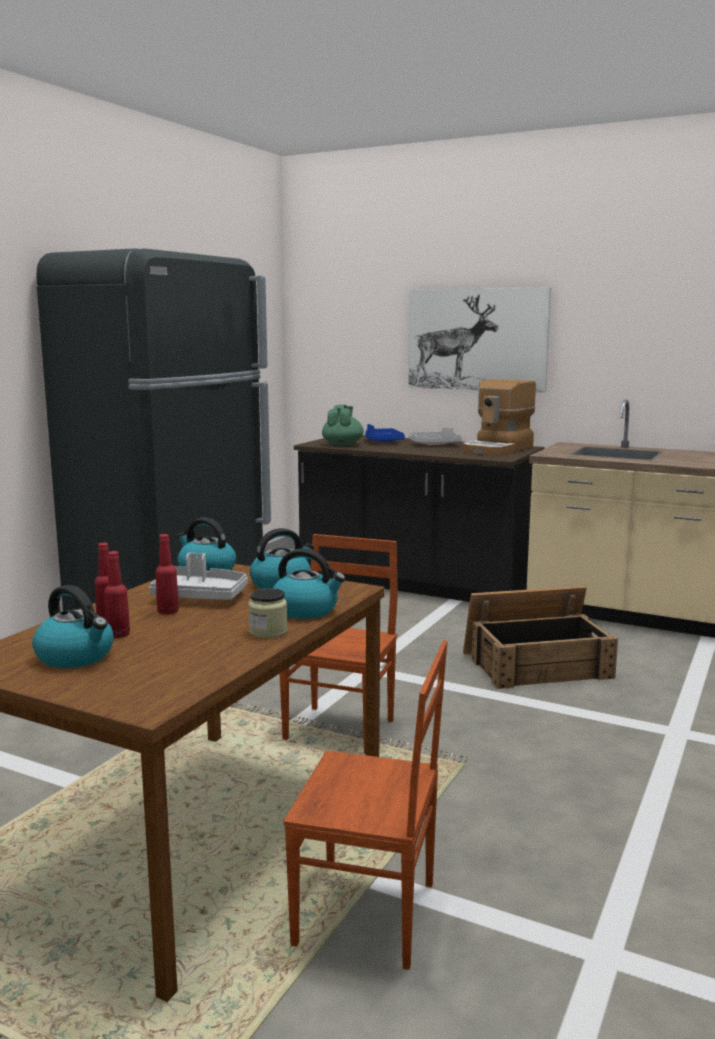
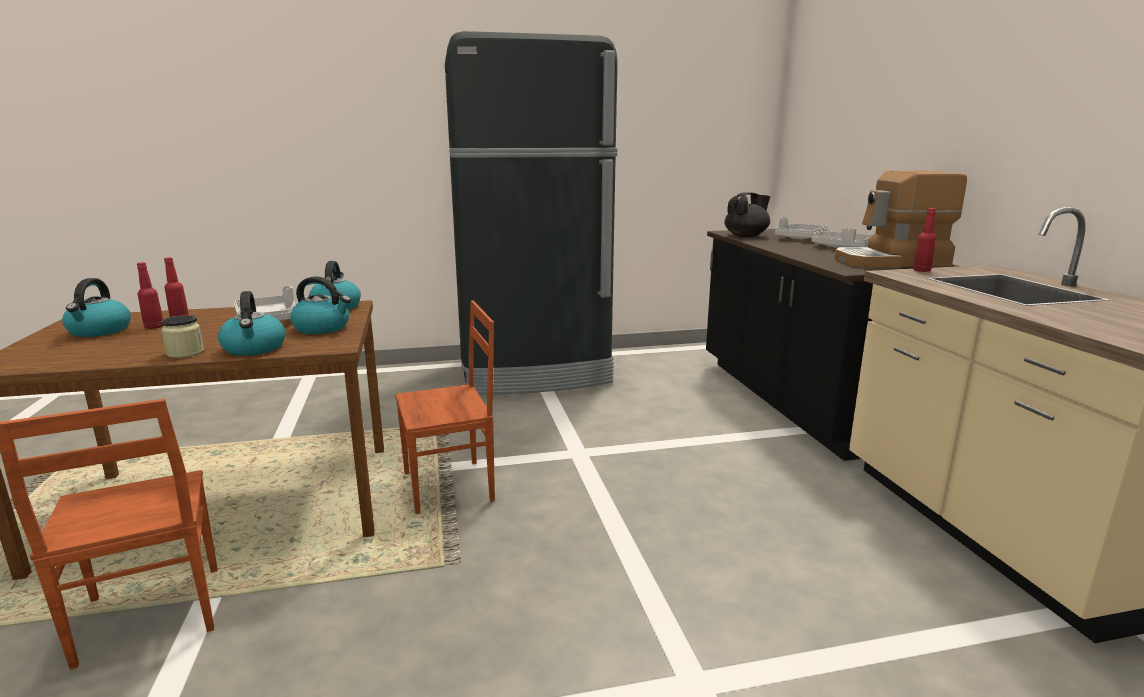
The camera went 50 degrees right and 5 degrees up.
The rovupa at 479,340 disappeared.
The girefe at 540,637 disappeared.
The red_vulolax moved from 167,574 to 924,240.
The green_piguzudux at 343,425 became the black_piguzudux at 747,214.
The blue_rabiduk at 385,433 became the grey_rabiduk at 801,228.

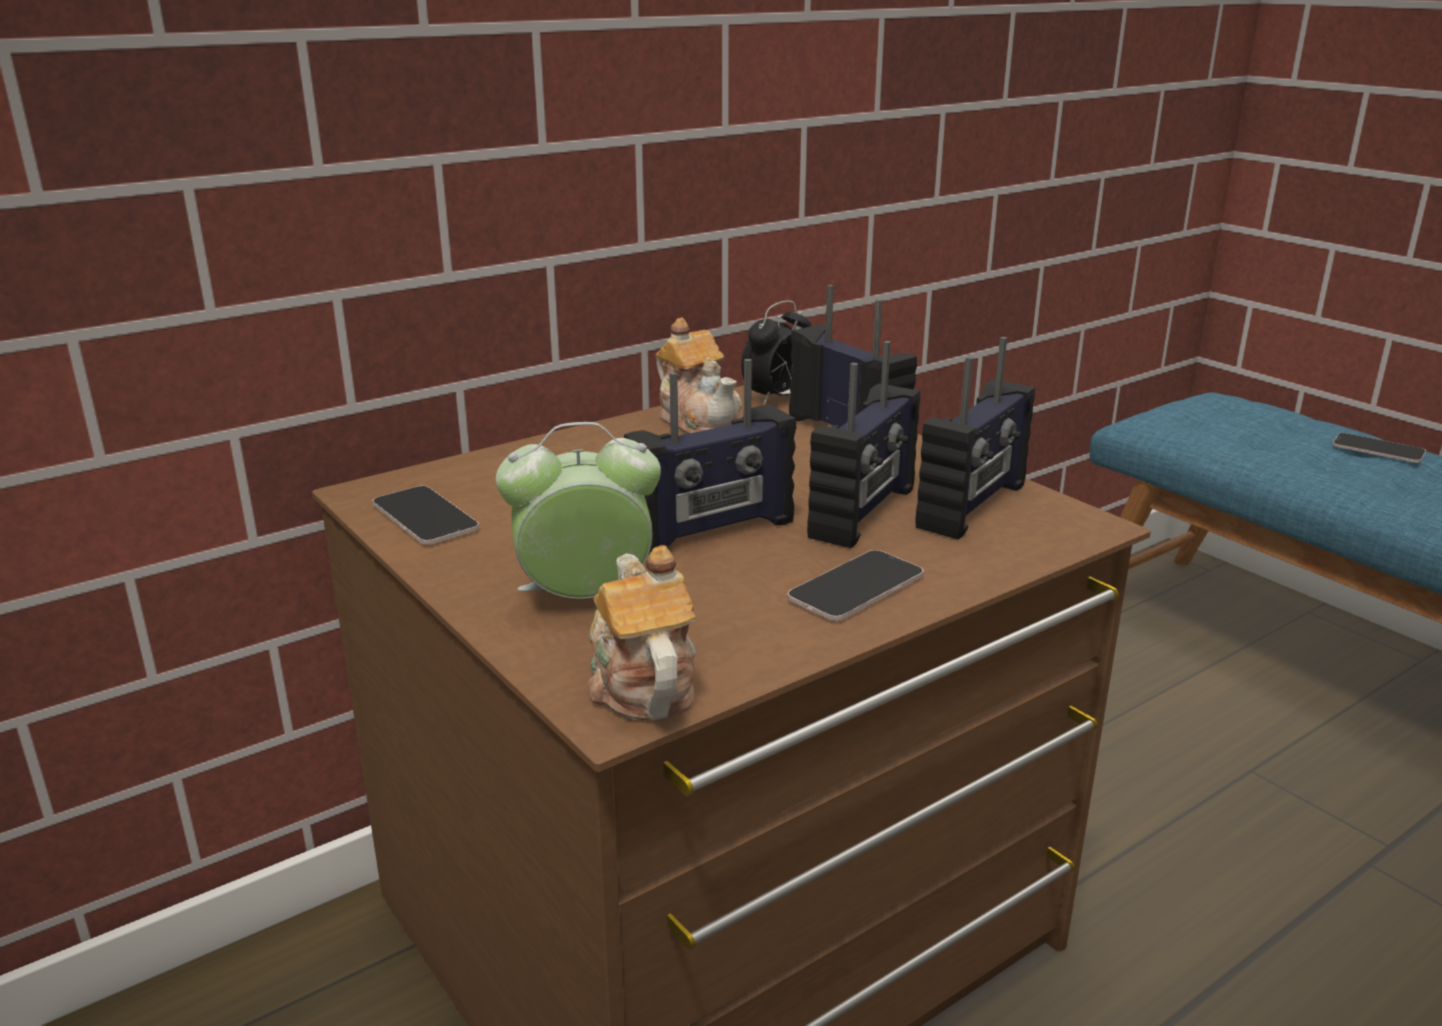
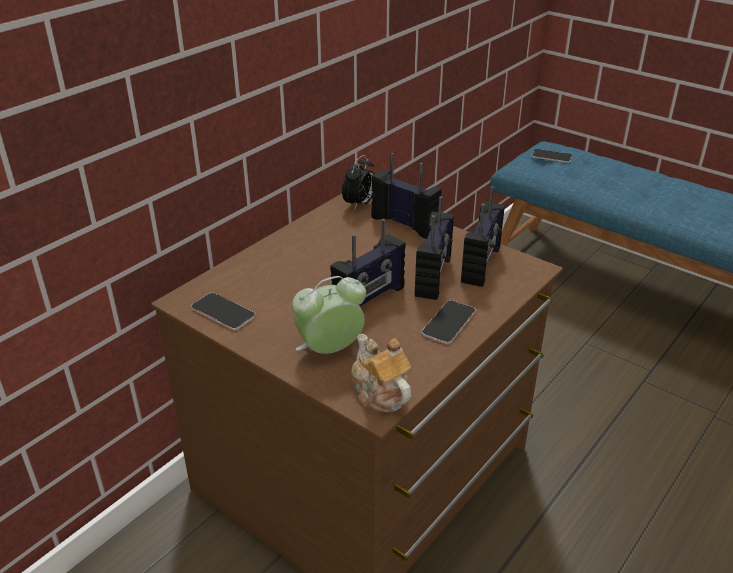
The camera went 15 degrees left and 10 degrees up.
The piguzudux at 698,375 disappeared.
The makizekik moved from 1379,448 to 551,156.

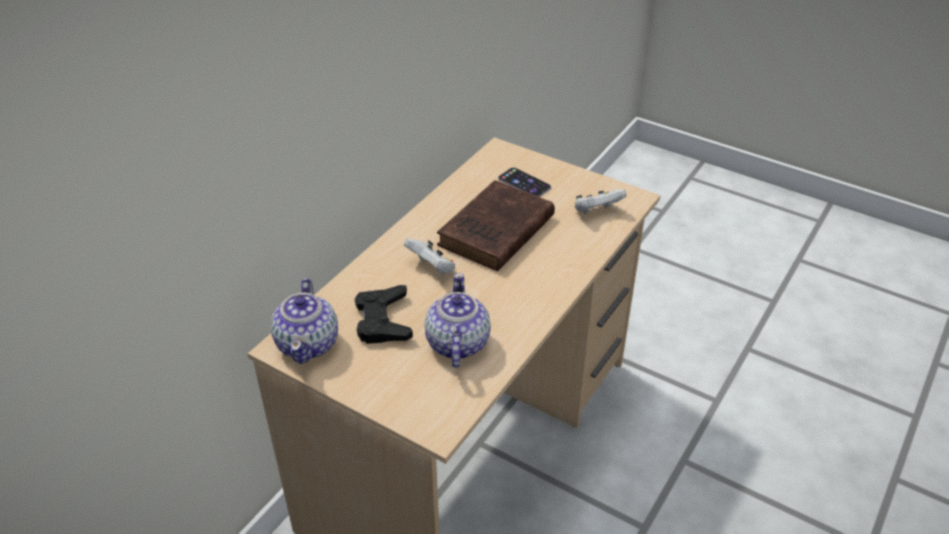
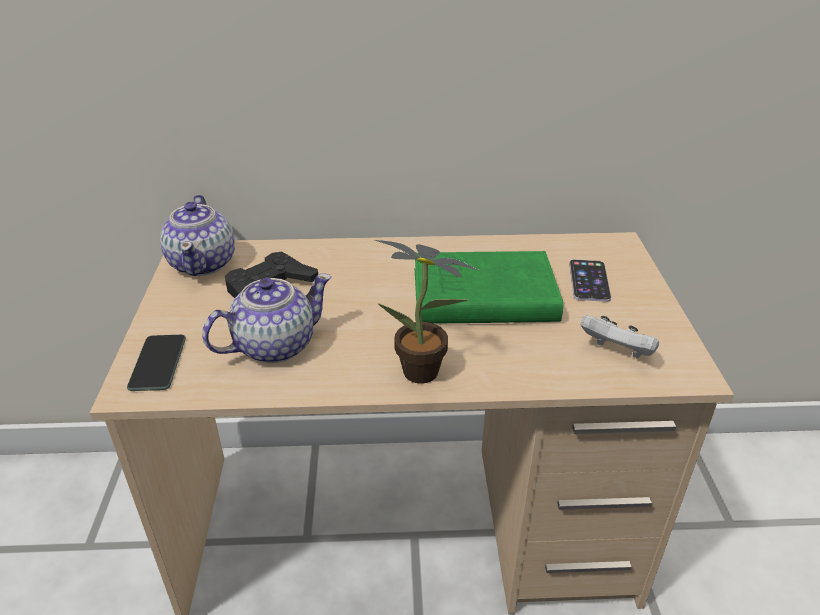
The camera went 55 degrees right and 5 degrees down.
The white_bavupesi at 429,256 disappeared.
The makizekik at 156,363 appeared.
The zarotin at 426,312 appeared.
The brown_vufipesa at 496,225 became the green_vufipesa at 489,287.
The piguzudux at 304,321 turned 60 degrees counterclockwise.

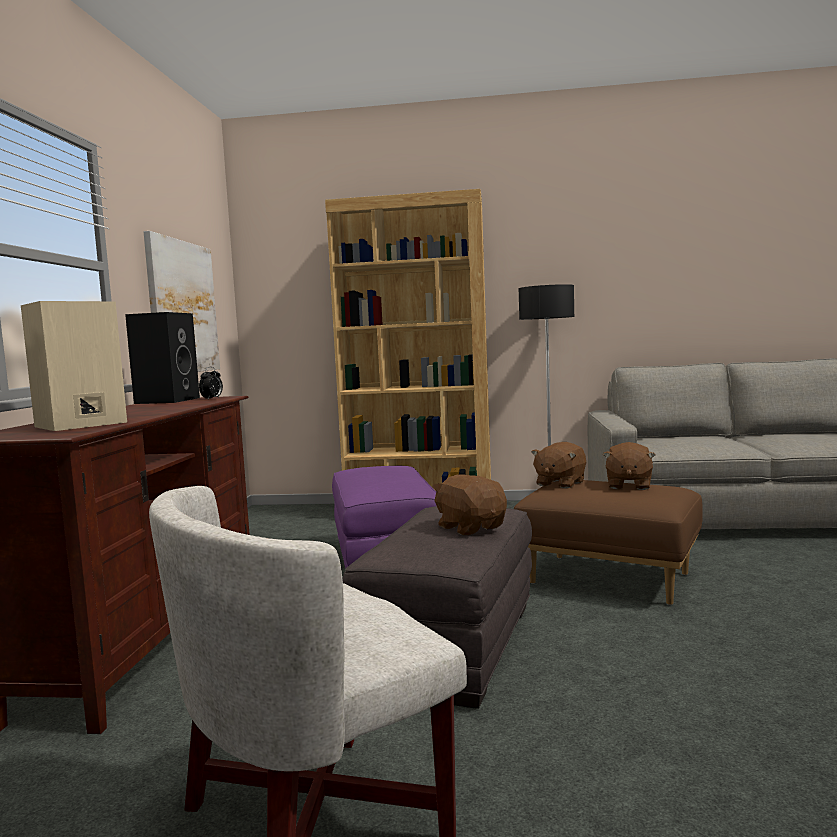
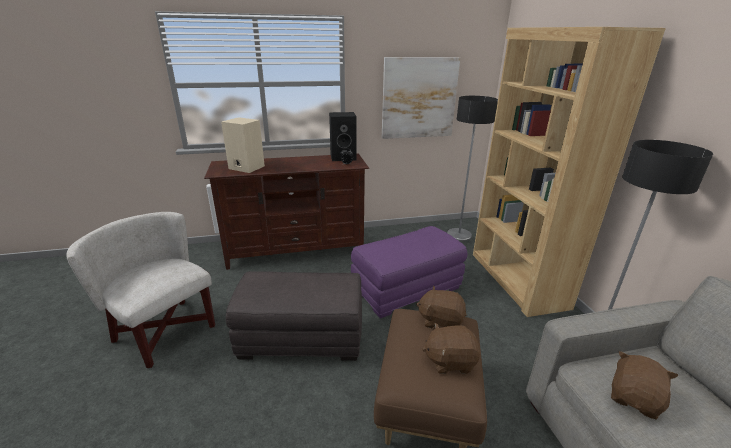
The camera went 70 degrees right and 20 degrees up.
The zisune at 472,169 appeared.
The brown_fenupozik moved from 469,504 to 644,385.

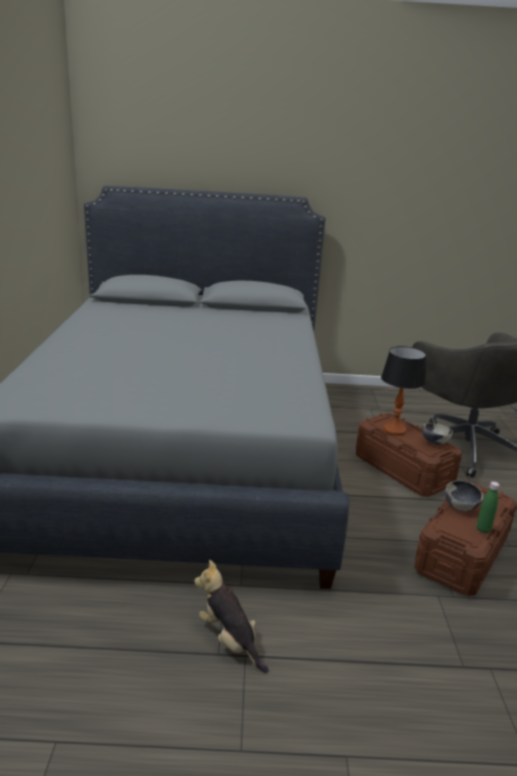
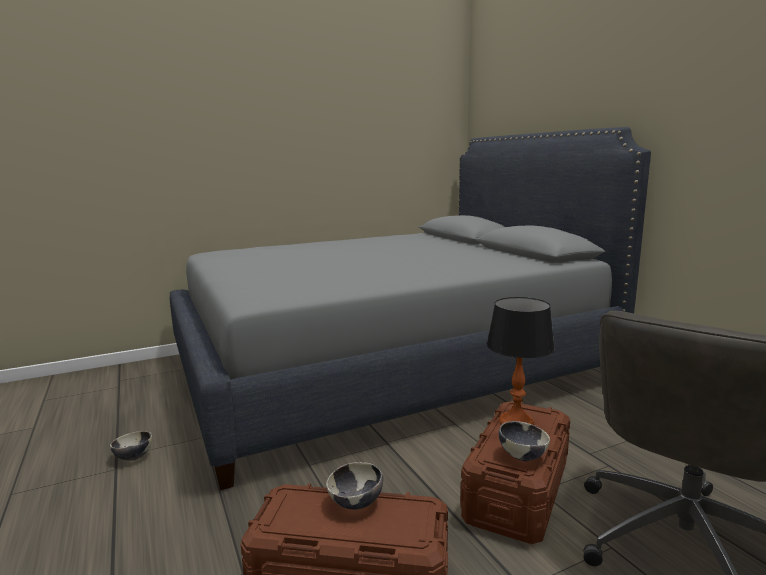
The camera went 65 degrees right and 10 degrees down.
The green_vulolax at 488,507 disappeared.
The fenupozik at 231,616 was replaced by the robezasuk at 131,446.

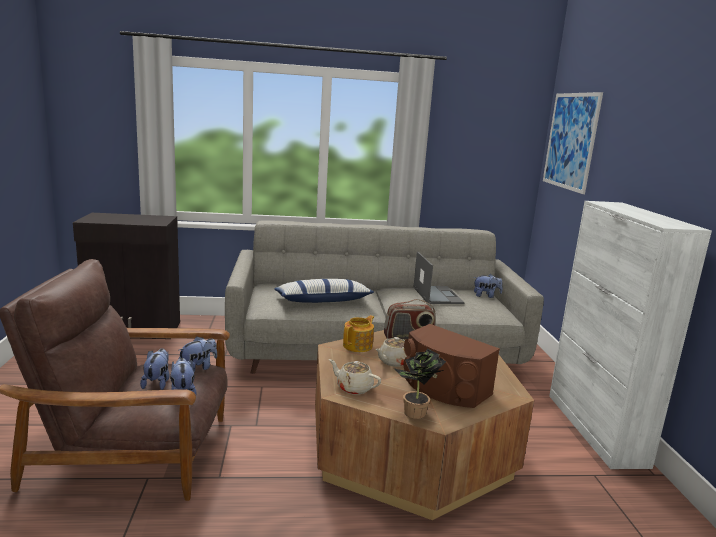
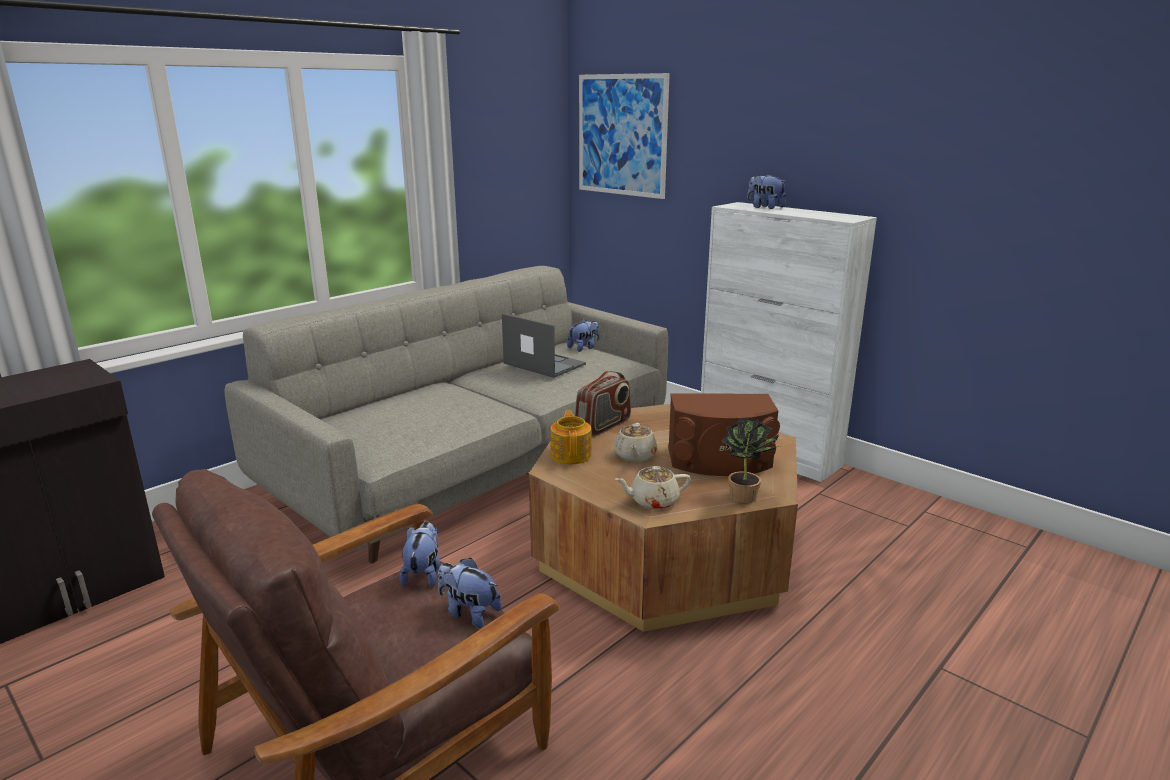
The camera went 40 degrees left and 5 degrees up.
The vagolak at 324,291 disappeared.
The fenupozik moved from 155,369 to 767,191.

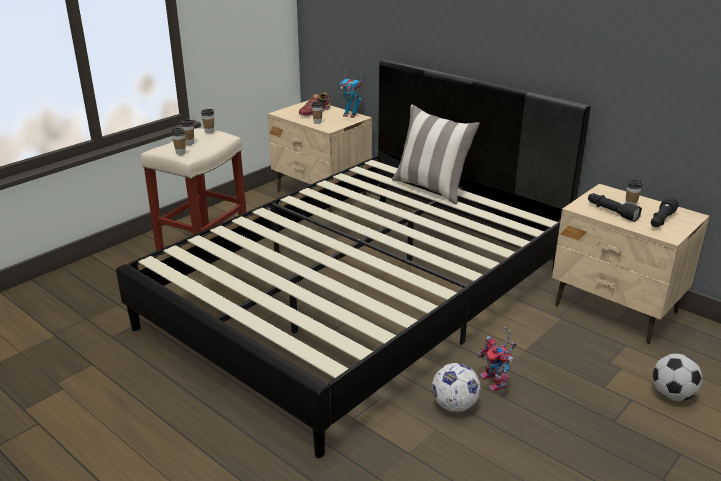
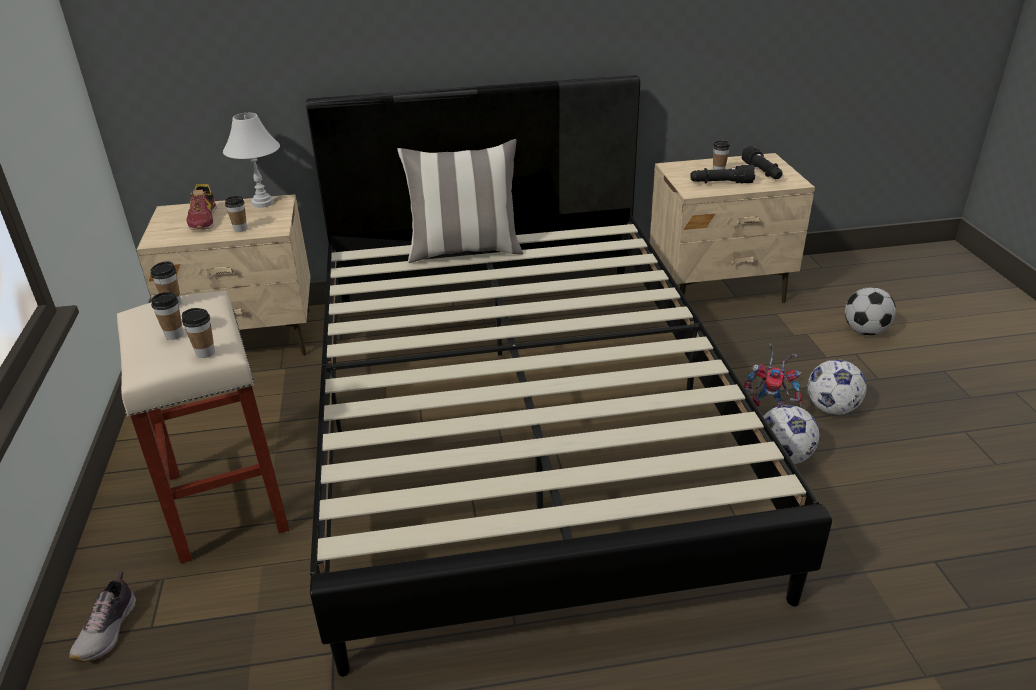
The camera went 50 degrees left and 5 degrees up.
The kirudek at 102,616 appeared.
The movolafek at 837,387 appeared.
The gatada at 350,95 was replaced by the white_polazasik at 251,160.

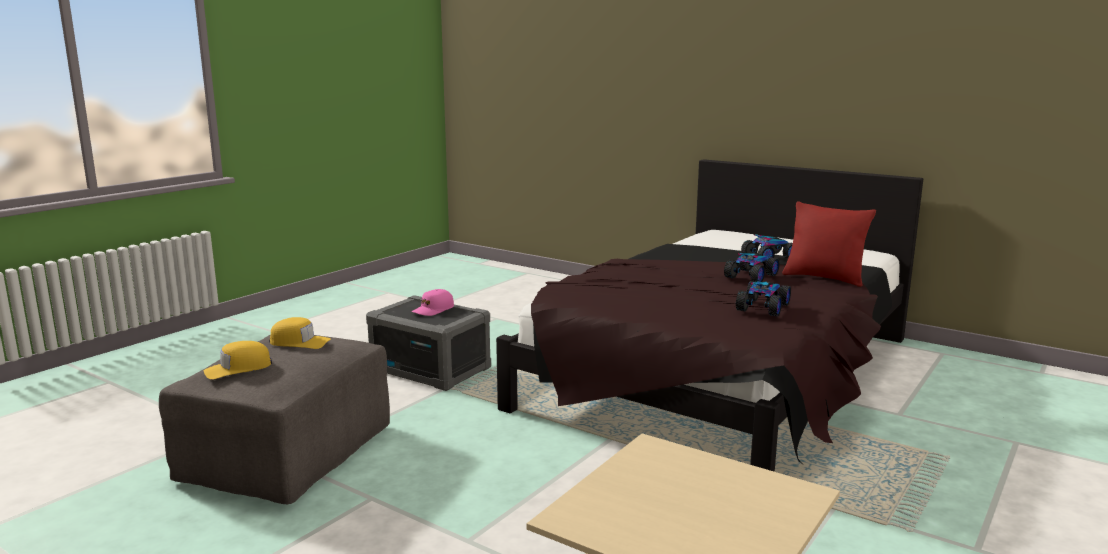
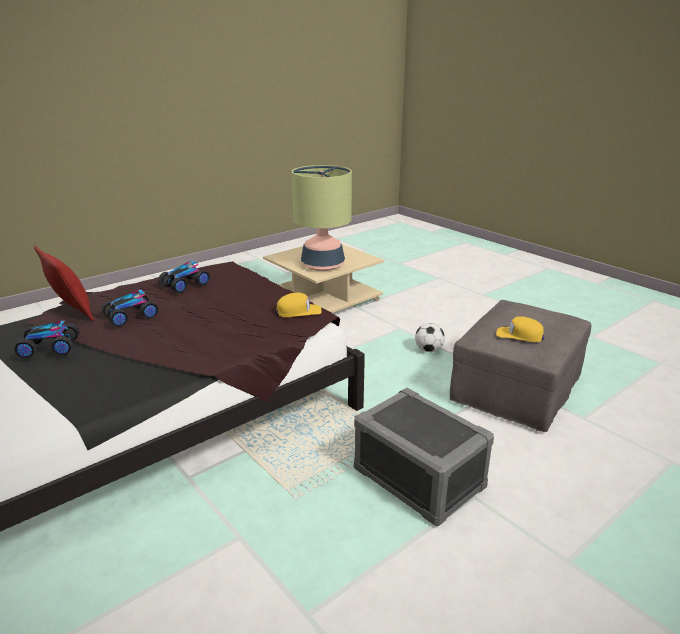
The camera went 165 degrees left and 10 degrees up.
The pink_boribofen at 433,302 disappeared.
The polazasik at 322,218 appeared.
The movolafek at 430,337 appeared.
The yellow_boribofen moved from 238,360 to 299,304.

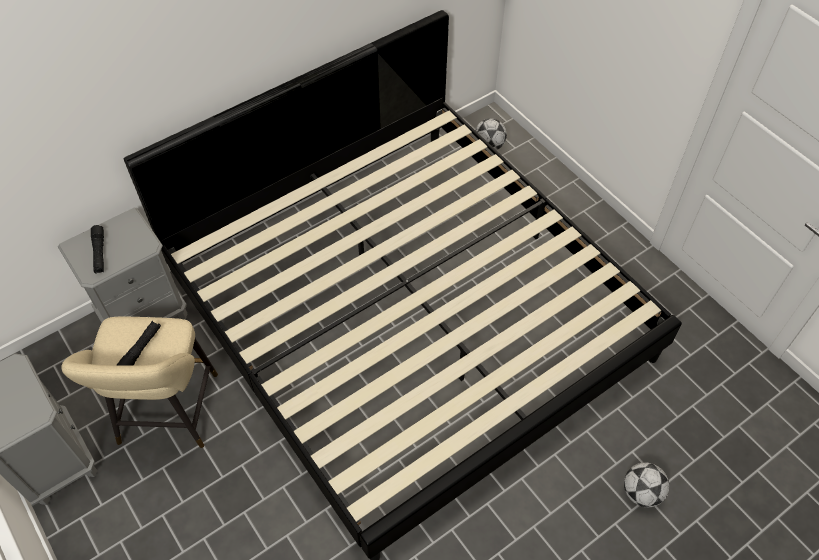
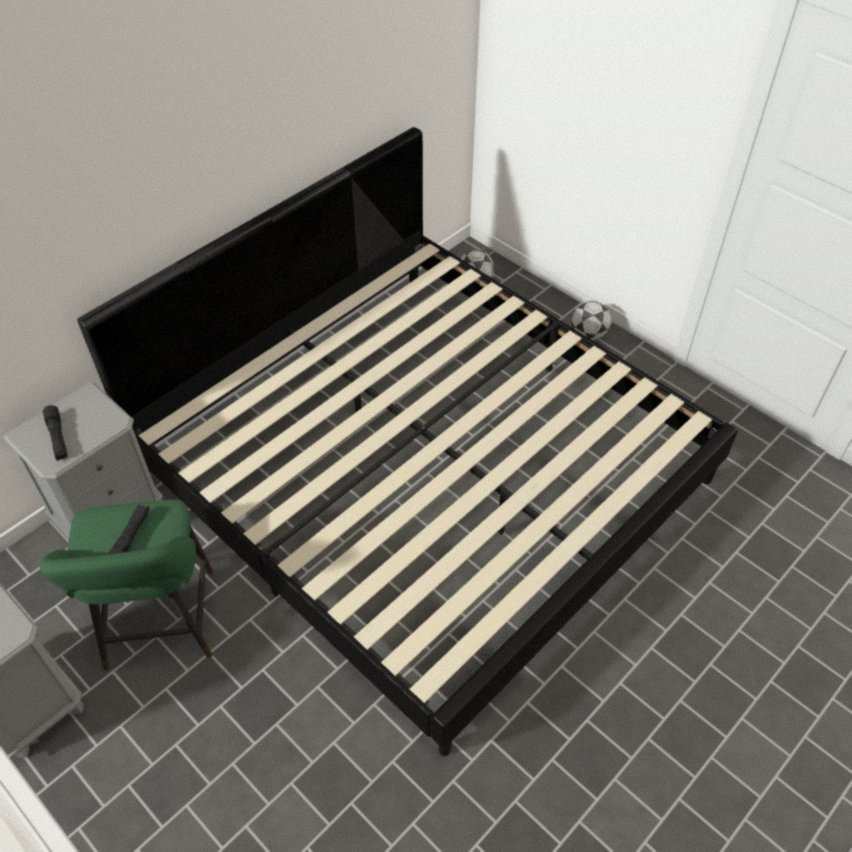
The camera went 10 degrees left and 5 degrees down.
The movolafek moved from 646,484 to 591,320.
The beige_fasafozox at 139,382 became the green_fasafozox at 127,585.

